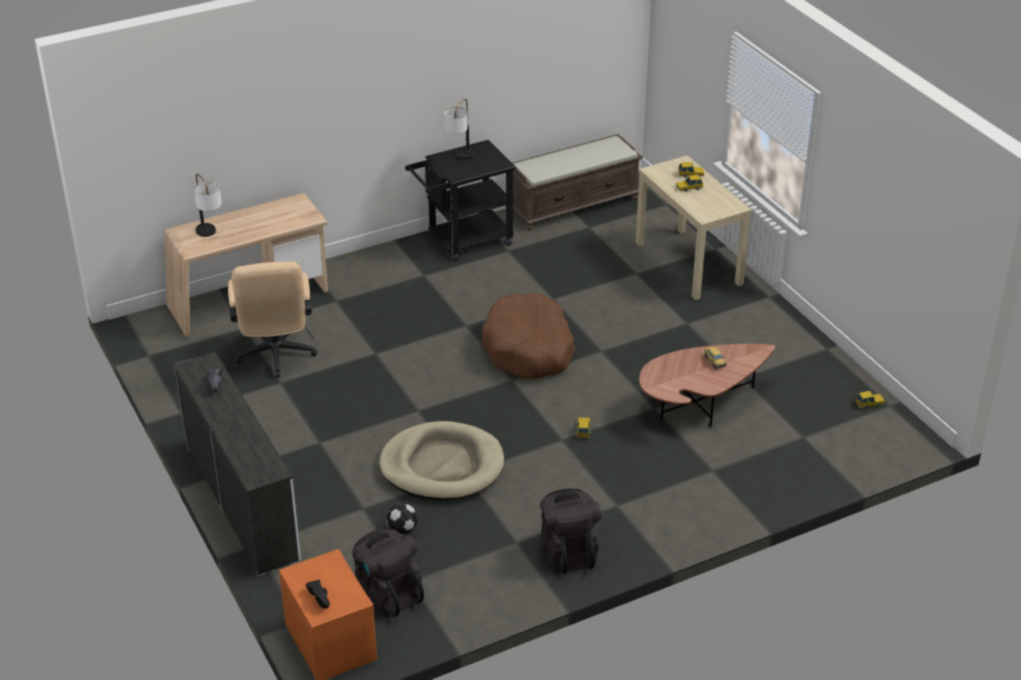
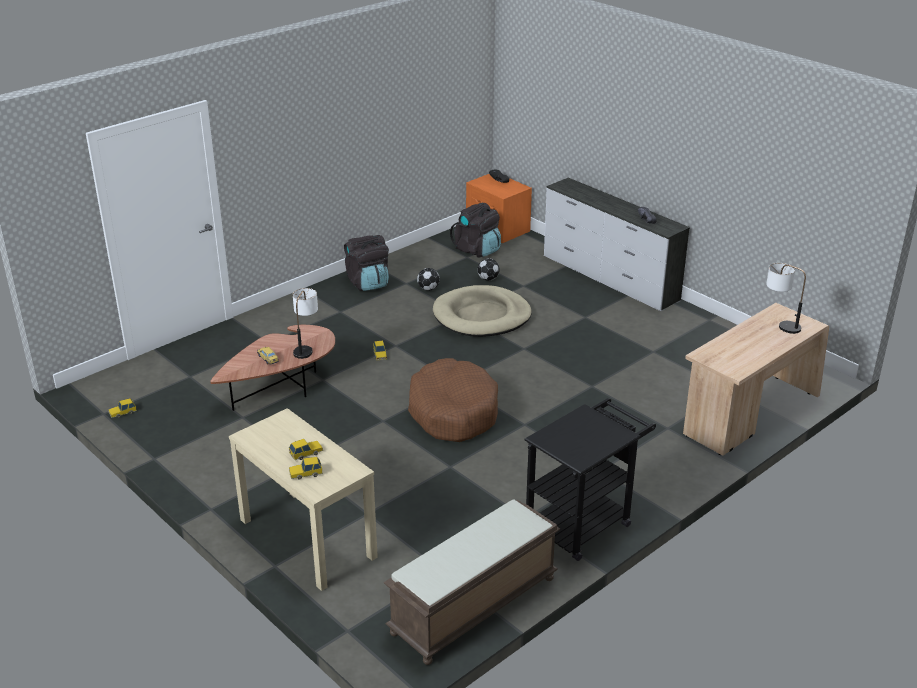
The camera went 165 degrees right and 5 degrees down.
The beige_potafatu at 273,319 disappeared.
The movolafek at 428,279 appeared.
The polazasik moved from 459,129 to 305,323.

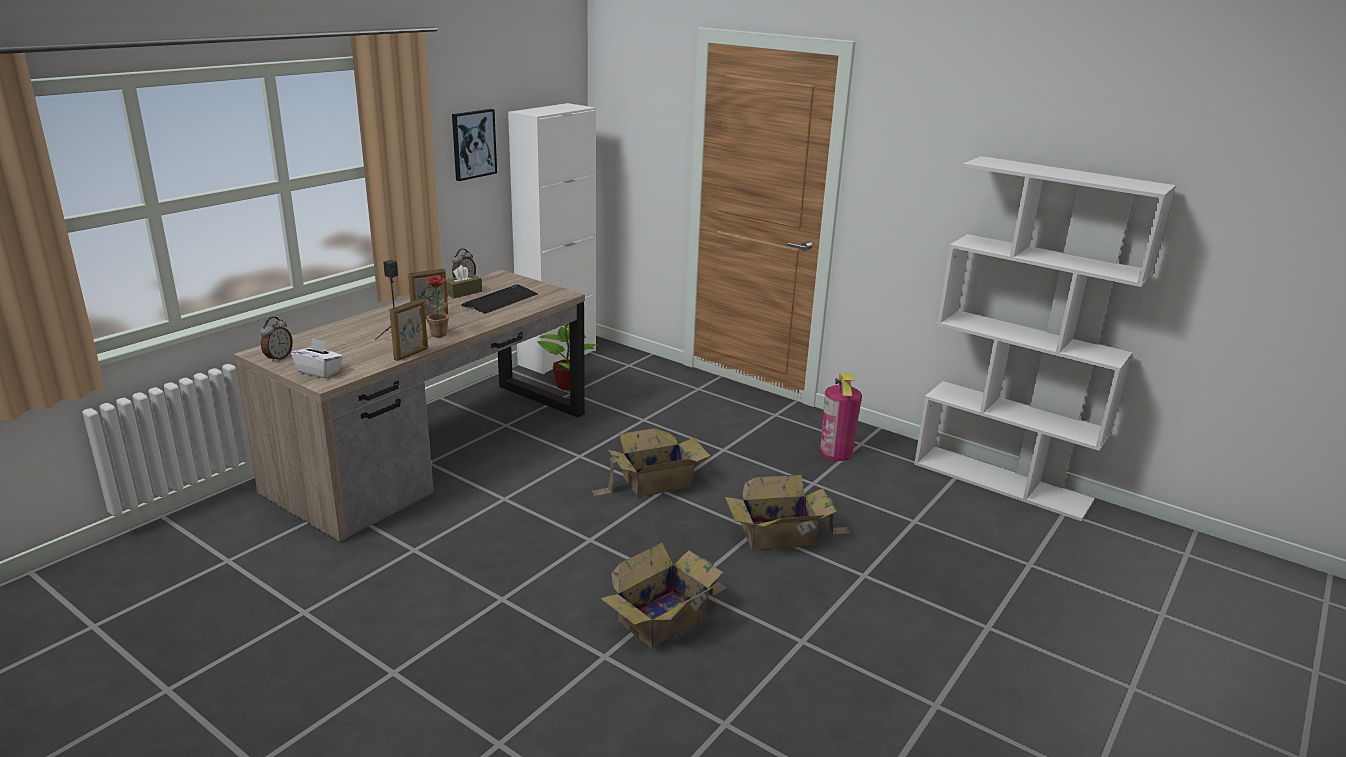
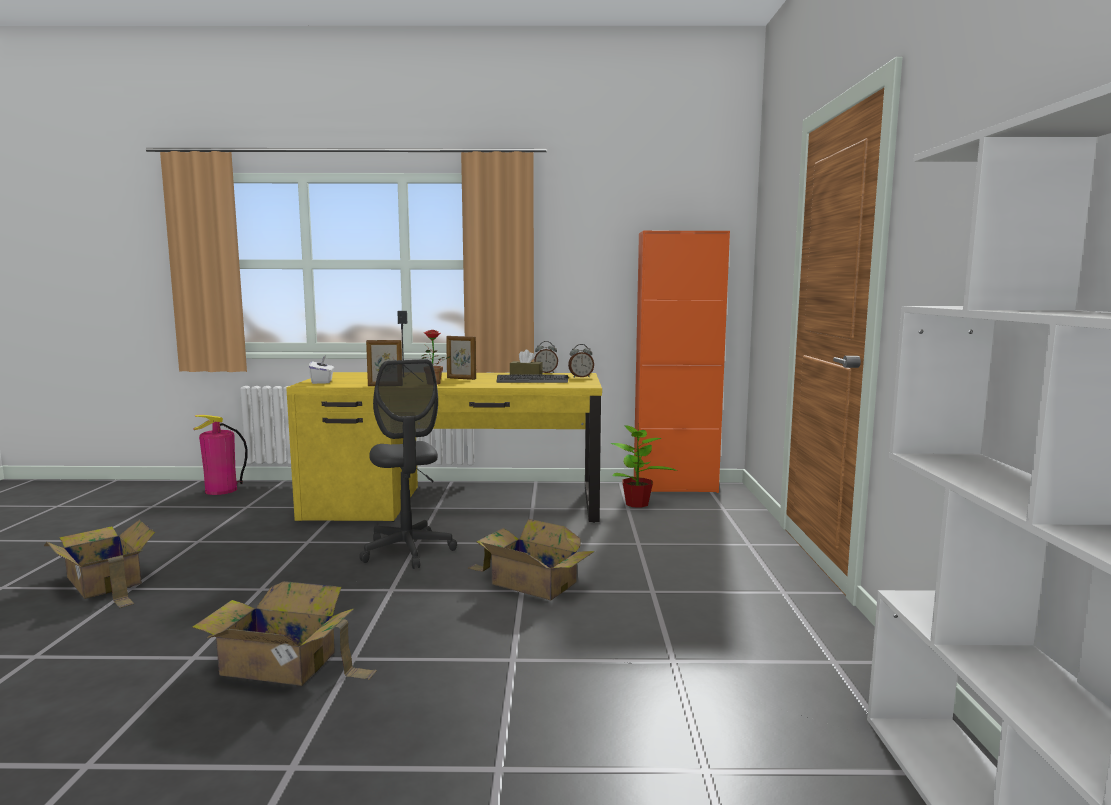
The camera went 55 degrees right and 15 degrees down.
The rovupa at 474,145 disappeared.
The grey_potafatu at 408,464 appeared.
The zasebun moved from 276,339 to 581,361.
The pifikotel moved from 787,512 to 99,564.
The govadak moved from 840,417 to 221,455.
The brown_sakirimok at 409,406 became the yellow_sakirimok at 444,447.
The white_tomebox at 552,238 became the orange_tomebox at 682,362.

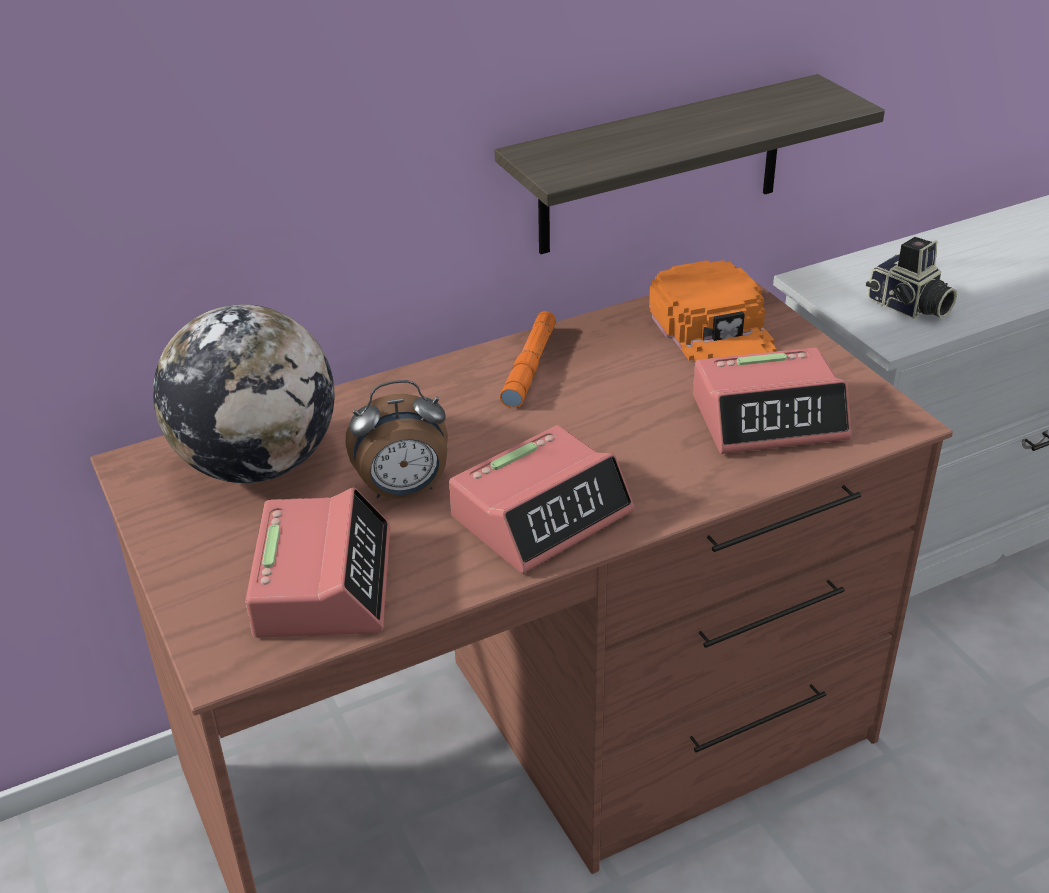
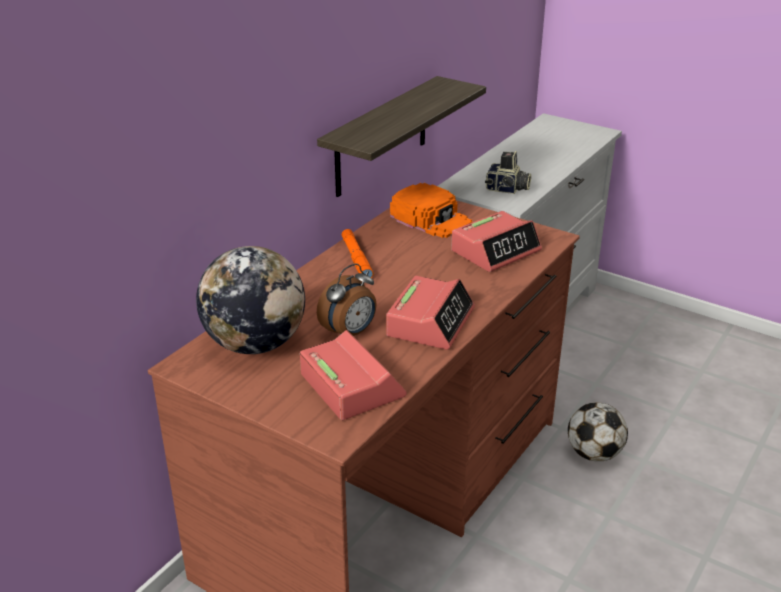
The camera went 30 degrees left and 5 degrees down.
The movolafek at 598,432 appeared.

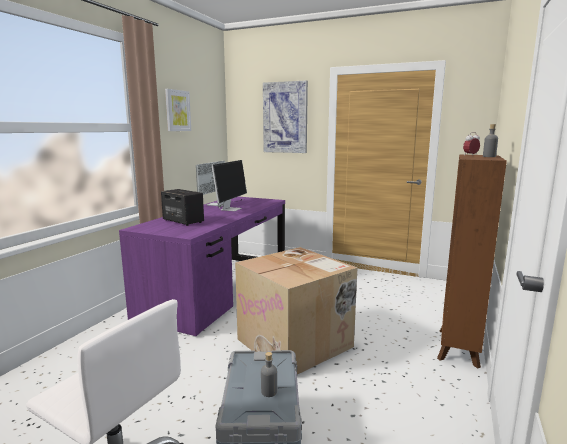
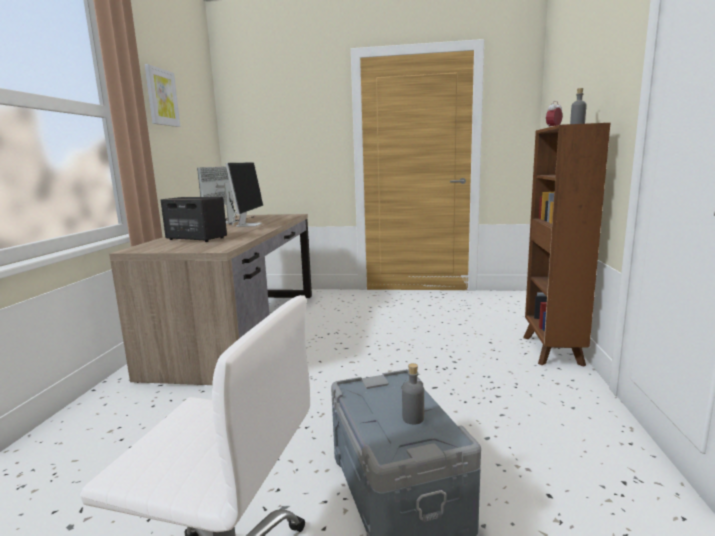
The camera went 15 degrees left and 0 degrees up.
The pifikotel at 296,311 disappeared.
The rovupa at 285,116 disappeared.
The purple_sakirimok at 202,266 became the brown_sakirimok at 210,299.

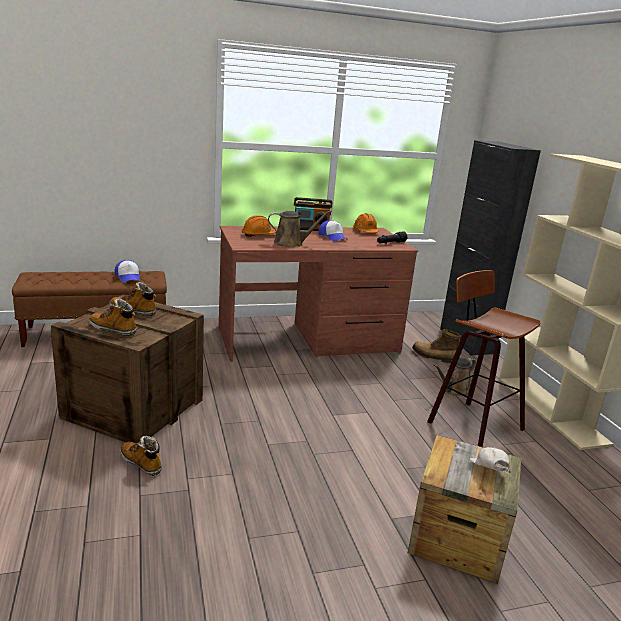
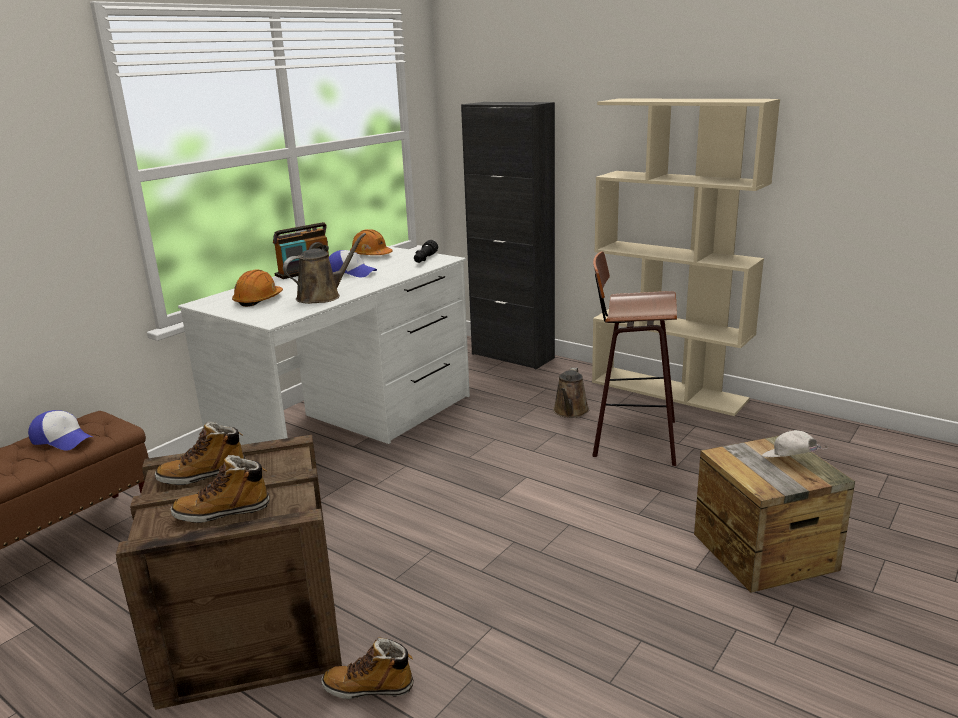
The camera went 35 degrees left and 0 degrees up.
The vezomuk at 436,346 disappeared.
The brown_sakirimok at 318,294 became the white_sakirimok at 324,345.

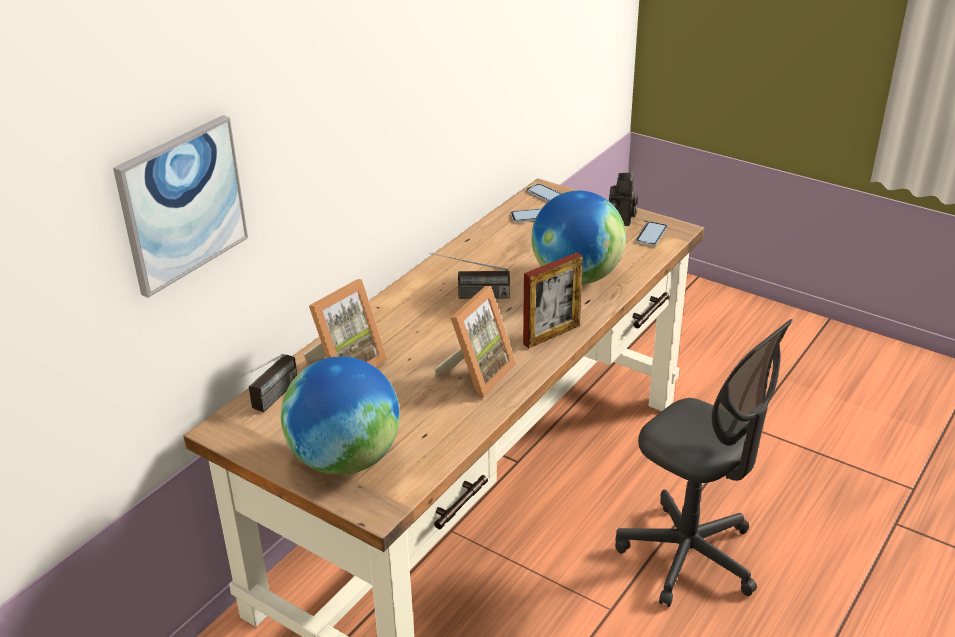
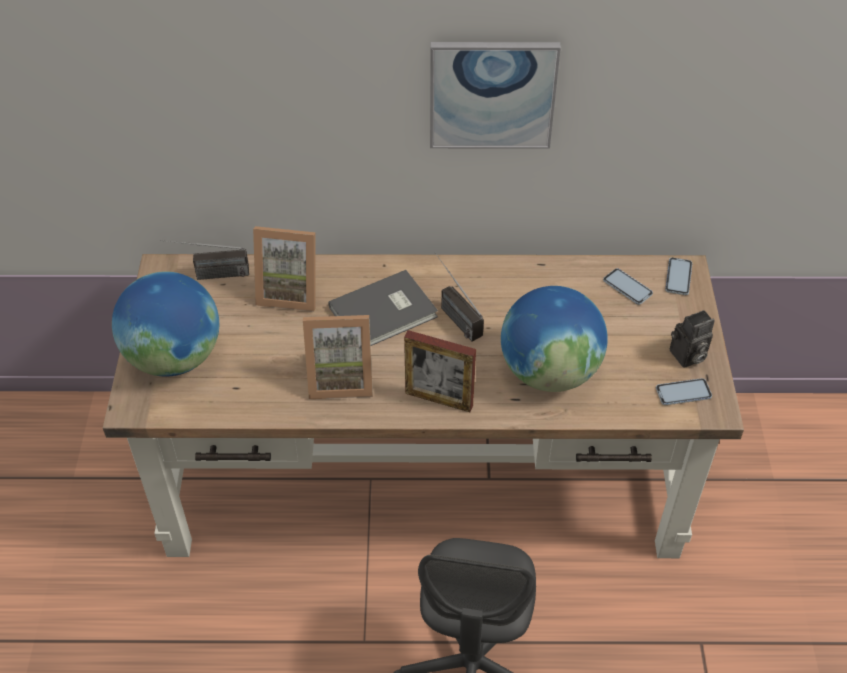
The camera went 55 degrees right and 15 degrees up.
The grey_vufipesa at 383,308 appeared.
The rovupa moved from 180,206 to 495,95.

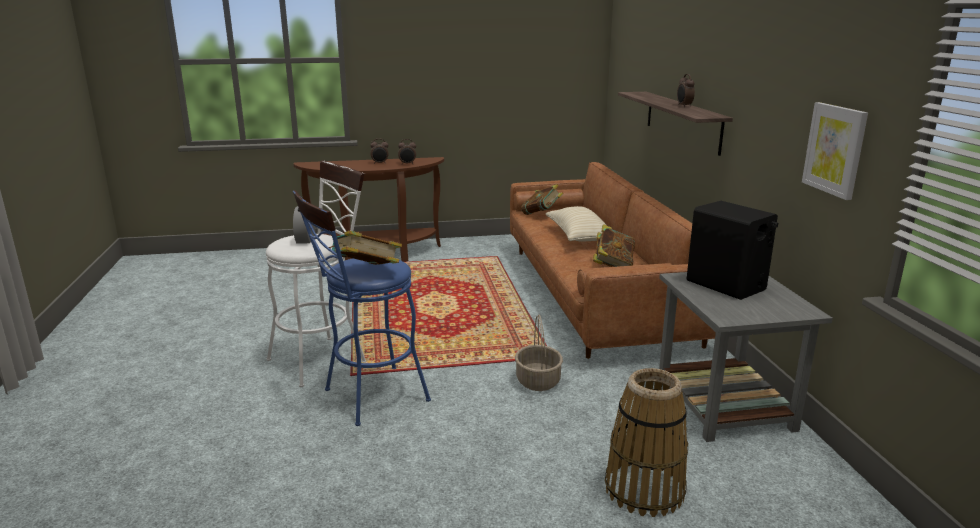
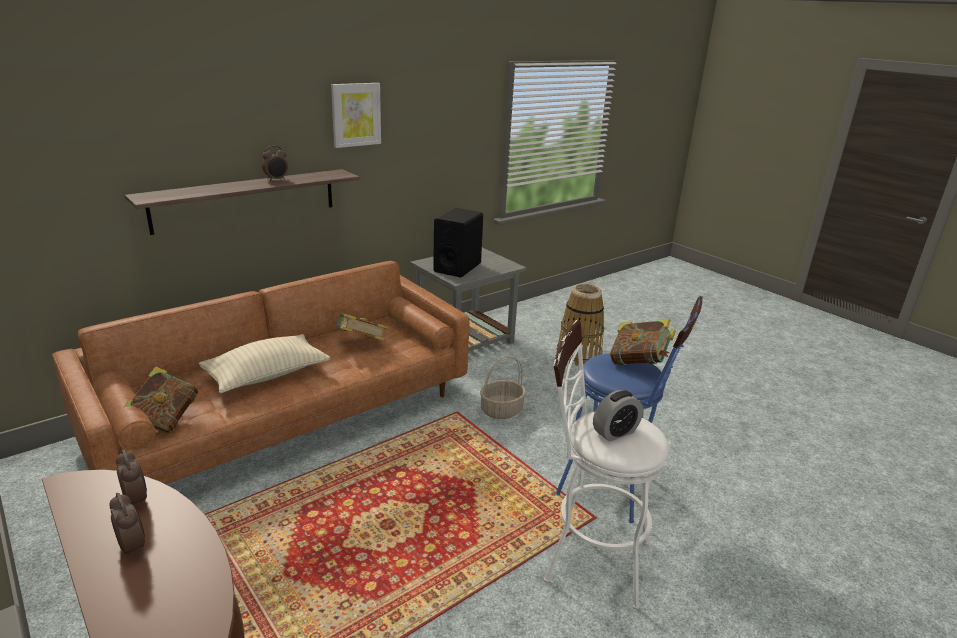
The camera went 120 degrees left and 5 degrees up.
The rovupa moved from 835,151 to 356,115.

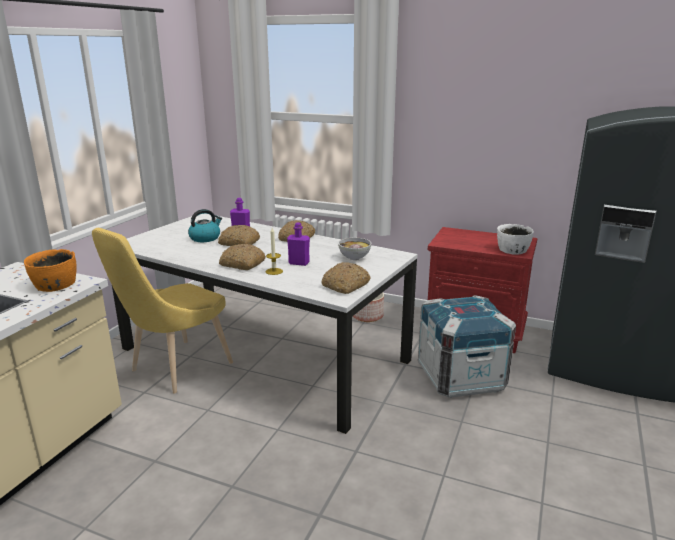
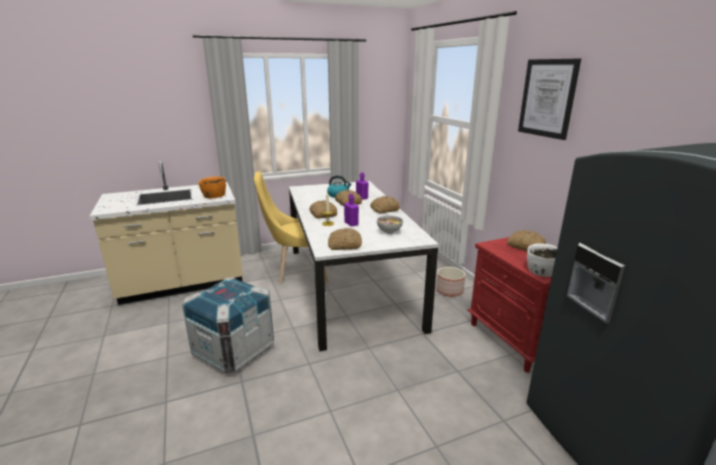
The camera went 45 degrees right and 0 degrees up.
The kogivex at 526,240 appeared.
The rovupa at 549,99 appeared.
The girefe moved from 467,346 to 228,325.

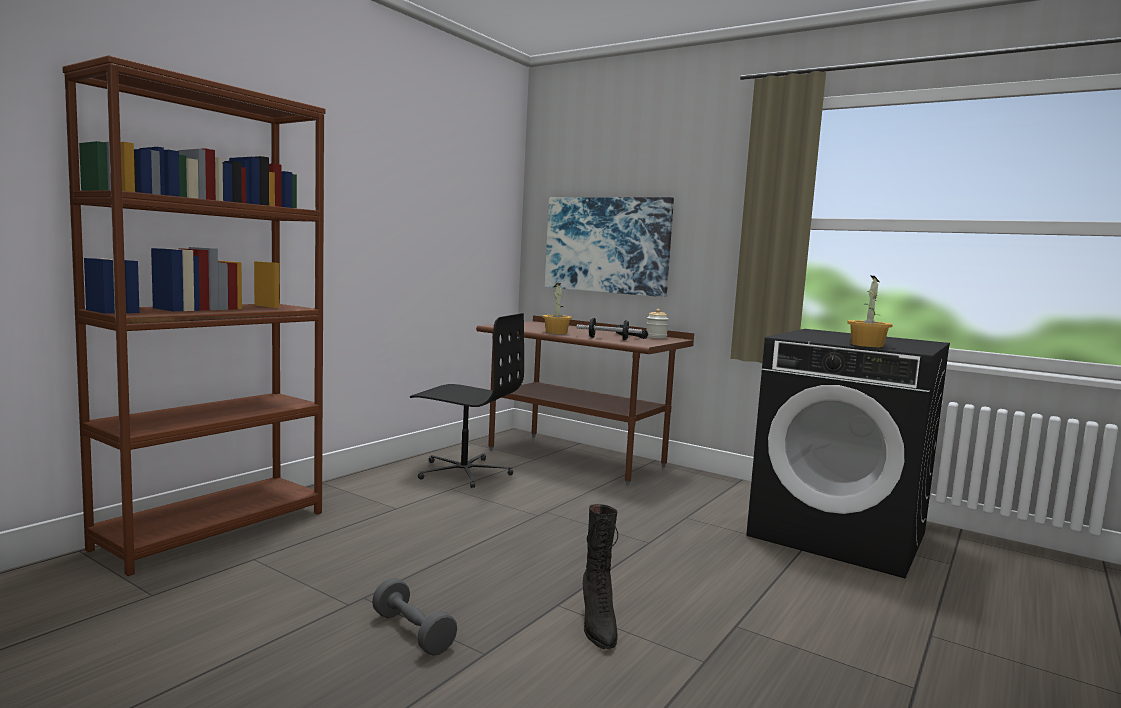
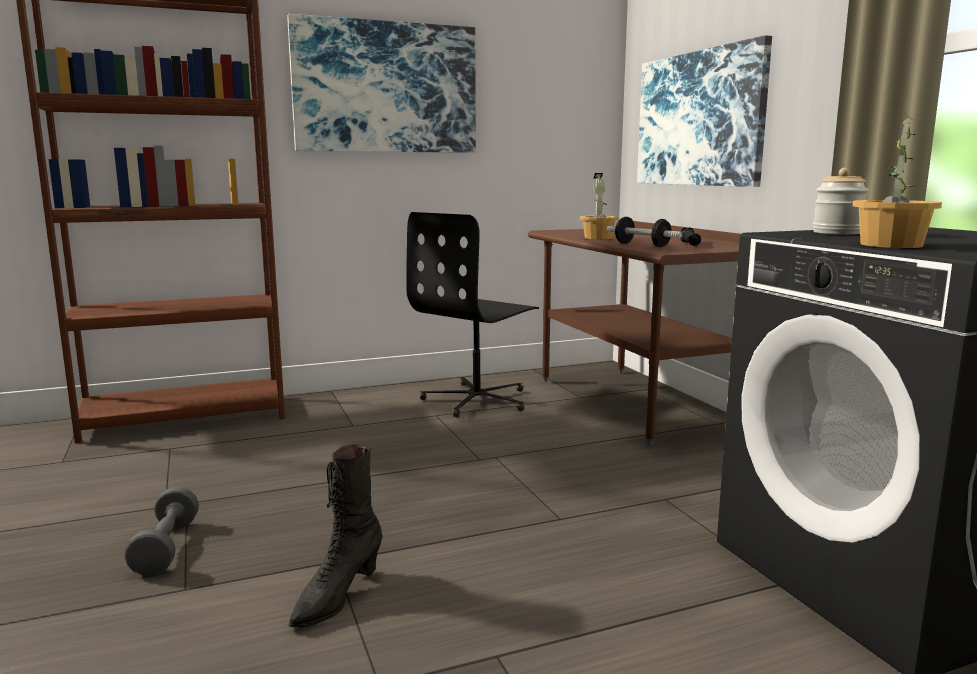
The camera went 35 degrees right and 5 degrees up.
The rovupa at 381,83 appeared.
The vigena moved from 657,324 to 841,201.
The black_potafatu at 467,400 turned 75 degrees clockwise.

